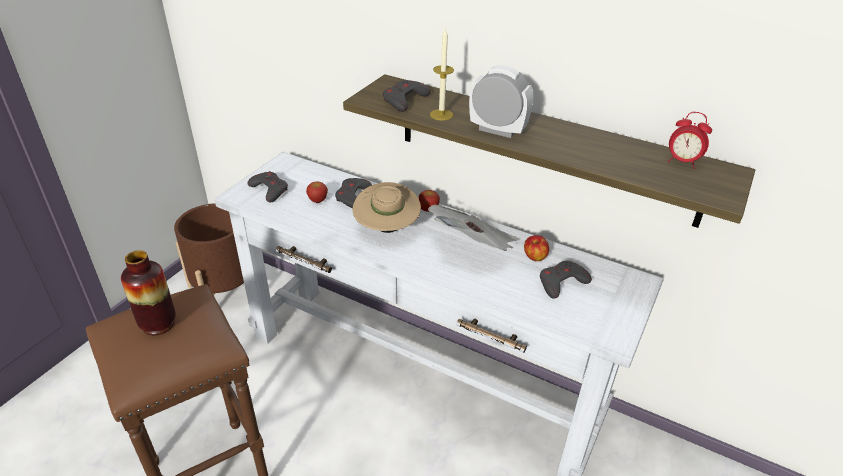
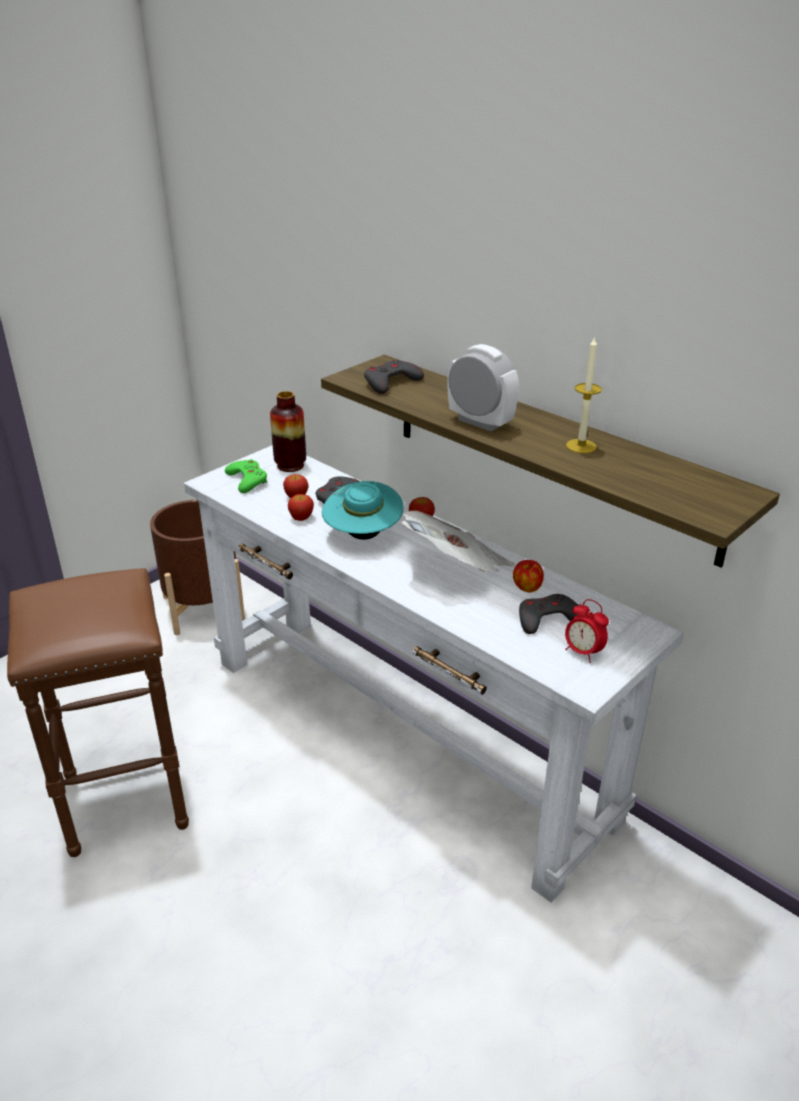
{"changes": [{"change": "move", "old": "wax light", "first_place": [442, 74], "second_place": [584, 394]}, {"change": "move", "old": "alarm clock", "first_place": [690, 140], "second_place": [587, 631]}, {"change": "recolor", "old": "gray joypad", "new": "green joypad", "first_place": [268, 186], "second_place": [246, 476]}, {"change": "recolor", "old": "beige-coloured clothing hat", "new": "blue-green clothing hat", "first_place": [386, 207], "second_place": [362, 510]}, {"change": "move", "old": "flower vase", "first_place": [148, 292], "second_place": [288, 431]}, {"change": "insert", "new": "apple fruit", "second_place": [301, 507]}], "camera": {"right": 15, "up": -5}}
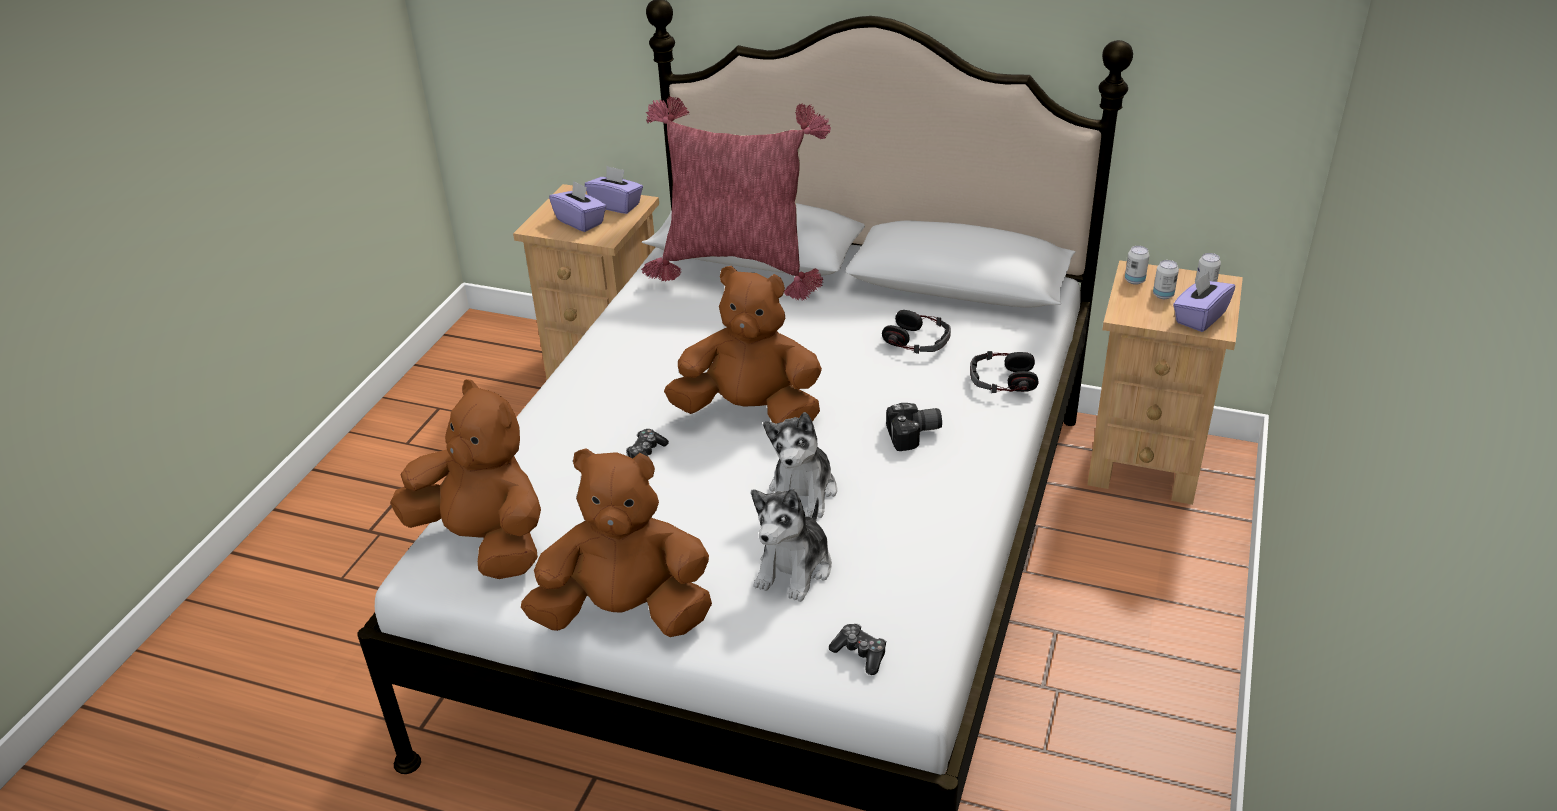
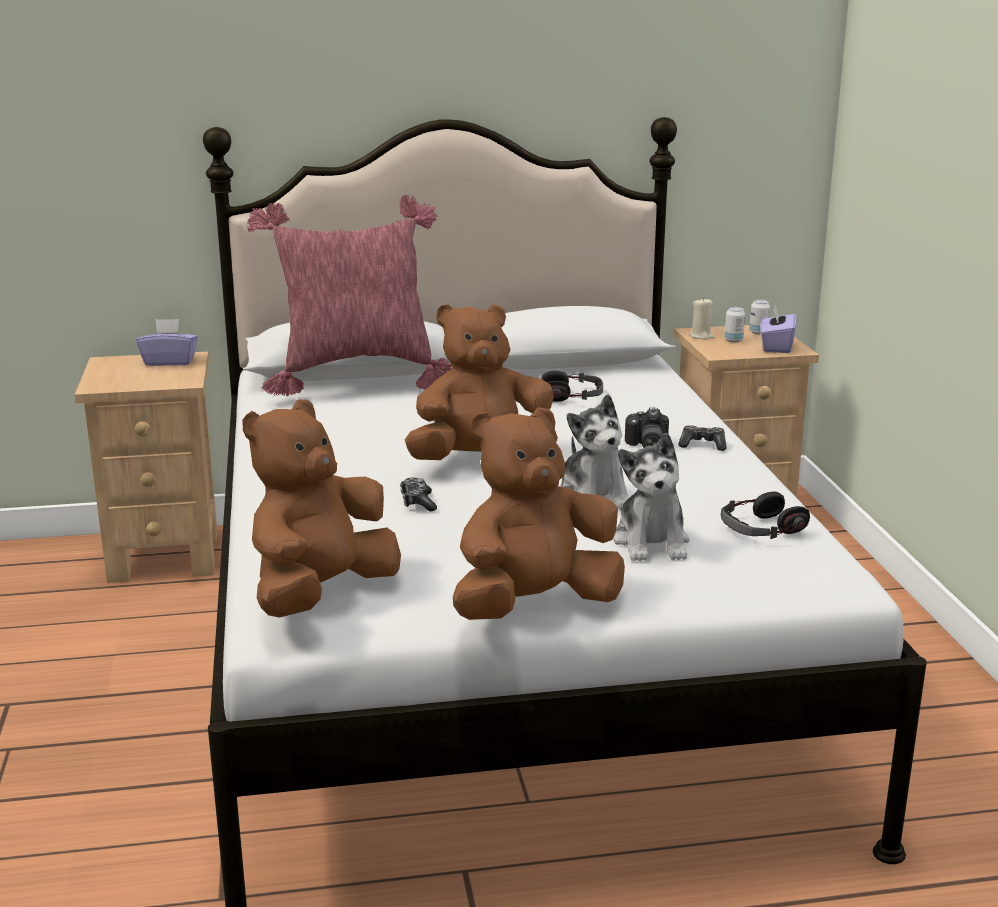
{"changes": [{"change": "delete", "old": "purple tissue box", "first_place": [578, 206]}, {"change": "replace", "old": "can", "new": "beige-coloured wax light", "first_place": [1137, 265], "second_place": [702, 318]}, {"change": "move", "old": "headset", "first_place": [1004, 372], "second_place": [765, 515]}, {"change": "rotate", "old": "brown plush toy", "first_place": [465, 479], "second_place": [321, 509], "degrees": -60}, {"change": "rotate", "old": "still camera", "first_place": [914, 427], "second_place": [647, 427], "degrees": 135}, {"change": "move", "old": "joypad", "first_place": [857, 649], "second_place": [702, 438]}], "camera": {"right": -30, "up": -15}}
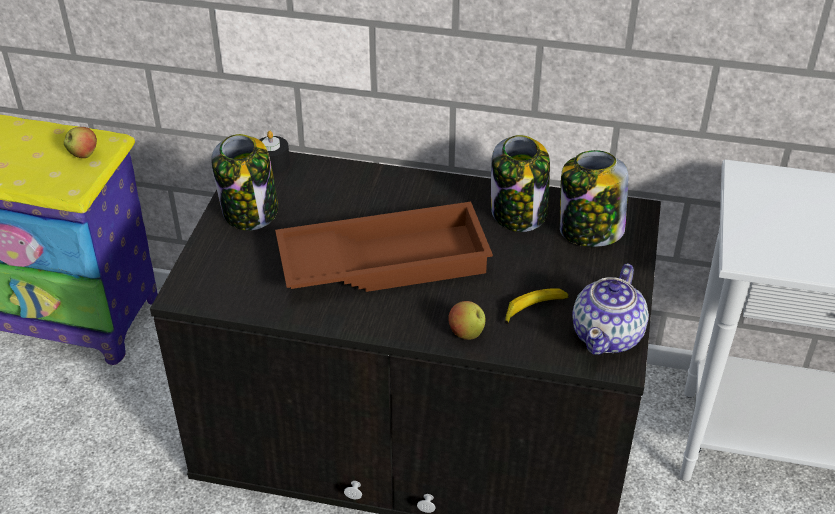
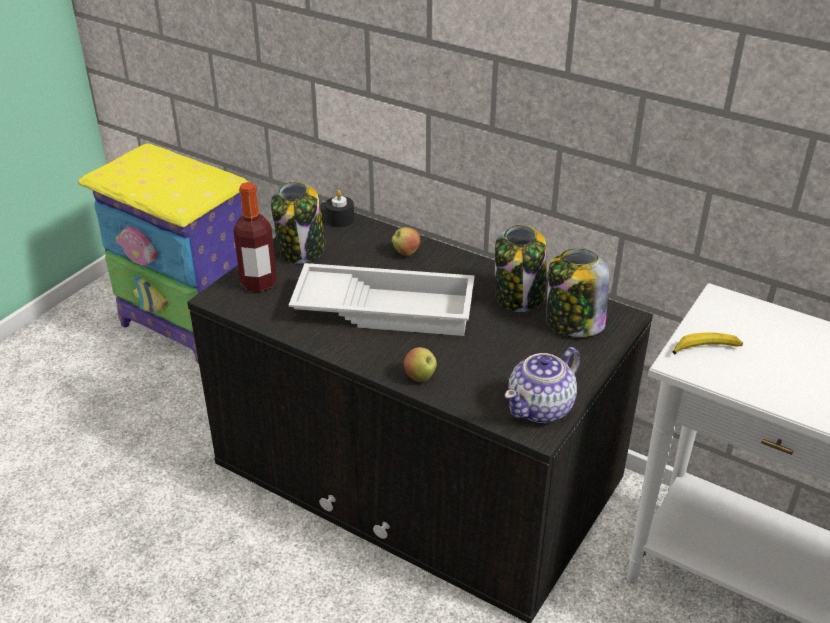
{"changes": [{"change": "move", "old": "apple fruit", "first_place": [80, 142], "second_place": [406, 241]}, {"change": "recolor", "old": "brown carrying tray", "new": "white-coloured carrying tray", "first_place": [384, 247], "second_place": [382, 299]}, {"change": "move", "old": "whole banana", "first_place": [537, 306], "second_place": [708, 343]}, {"change": "insert", "new": "bottle", "second_place": [255, 237]}], "camera": {"right": 20, "up": -5}}
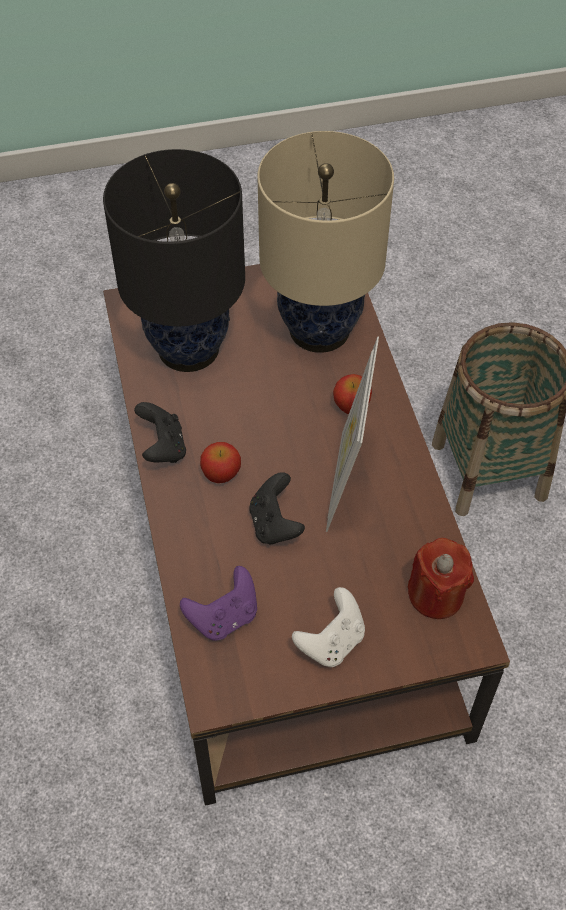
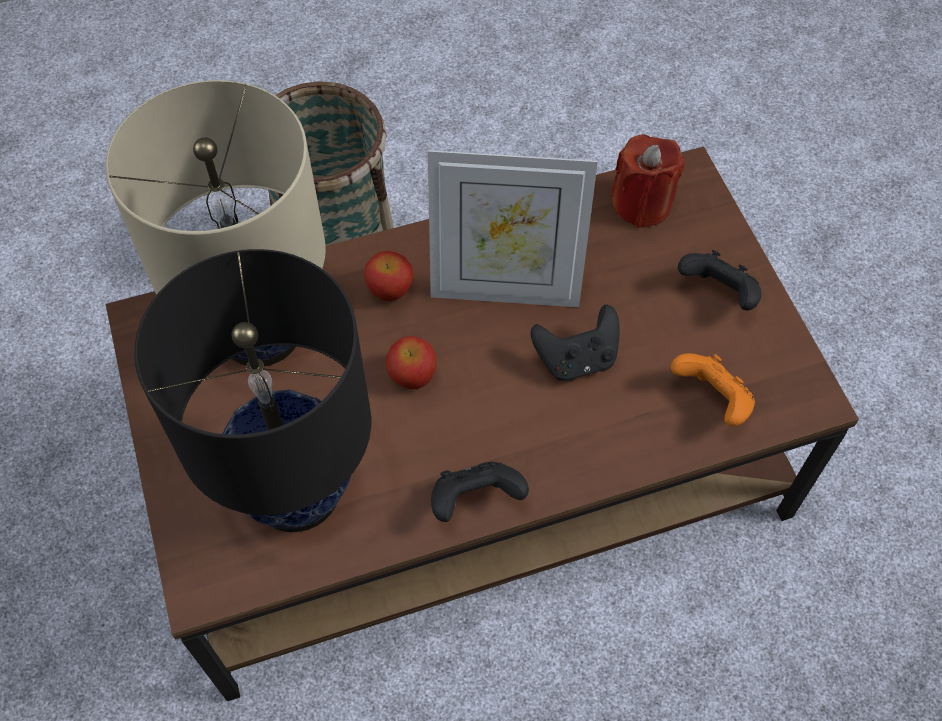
{"changes": [{"change": "move", "old": "apple fruit", "first_place": [220, 462], "second_place": [411, 362]}, {"change": "recolor", "old": "purple joypad", "new": "orangey joypad", "first_place": [218, 603], "second_place": [713, 389]}, {"change": "recolor", "old": "white-coloured joypad", "new": "blackish joypad", "first_place": [328, 627], "second_place": [720, 280]}], "camera": {"right": -95, "up": 5}}
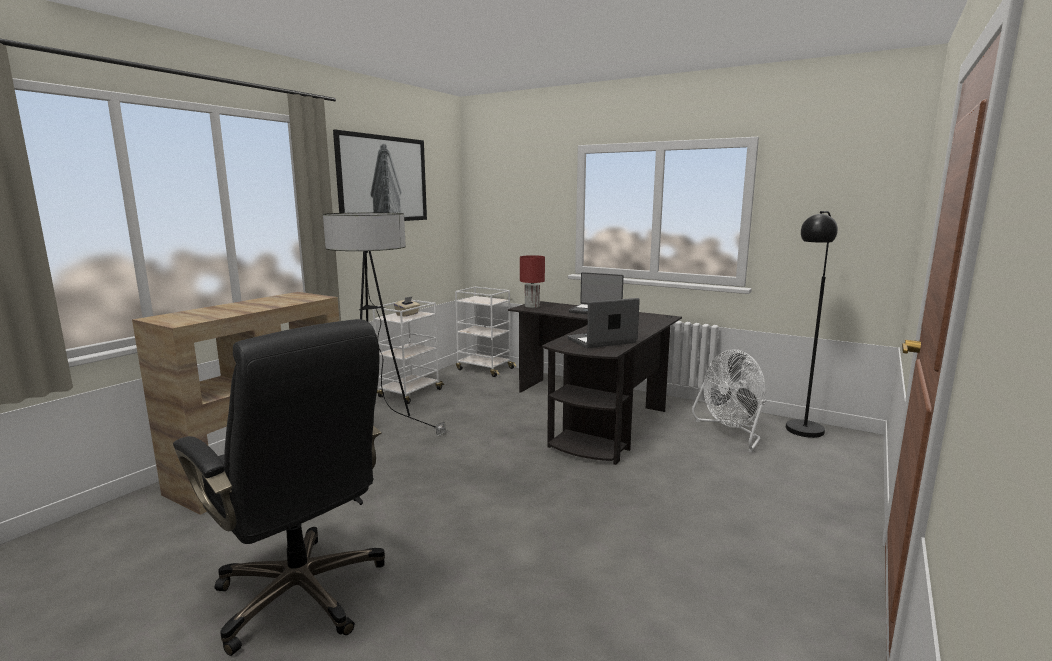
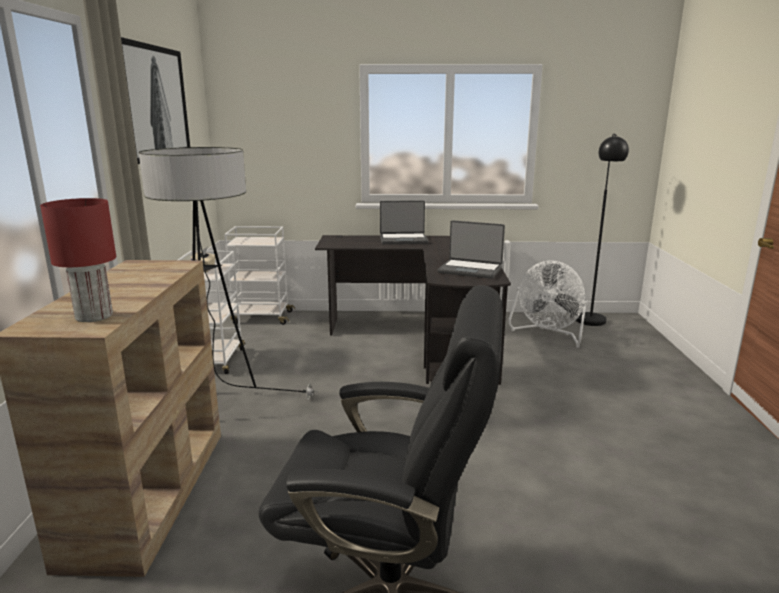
{"changes": [{"change": "move", "old": "red lamp for a table", "first_place": [532, 281], "second_place": [78, 260]}, {"change": "rotate", "old": "notebook computer", "first_place": [603, 323], "second_place": [471, 249], "degrees": -105}], "camera": {"right": -30, "up": 5}}
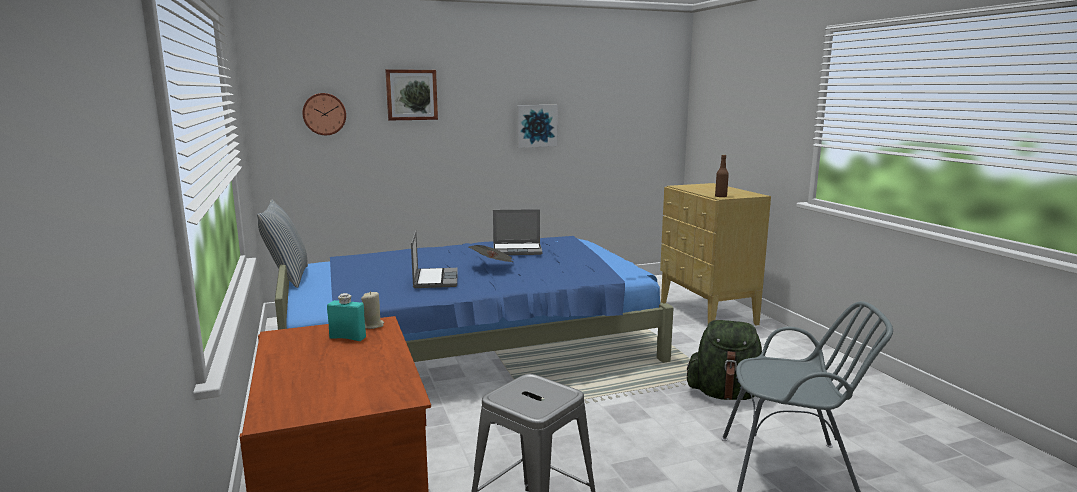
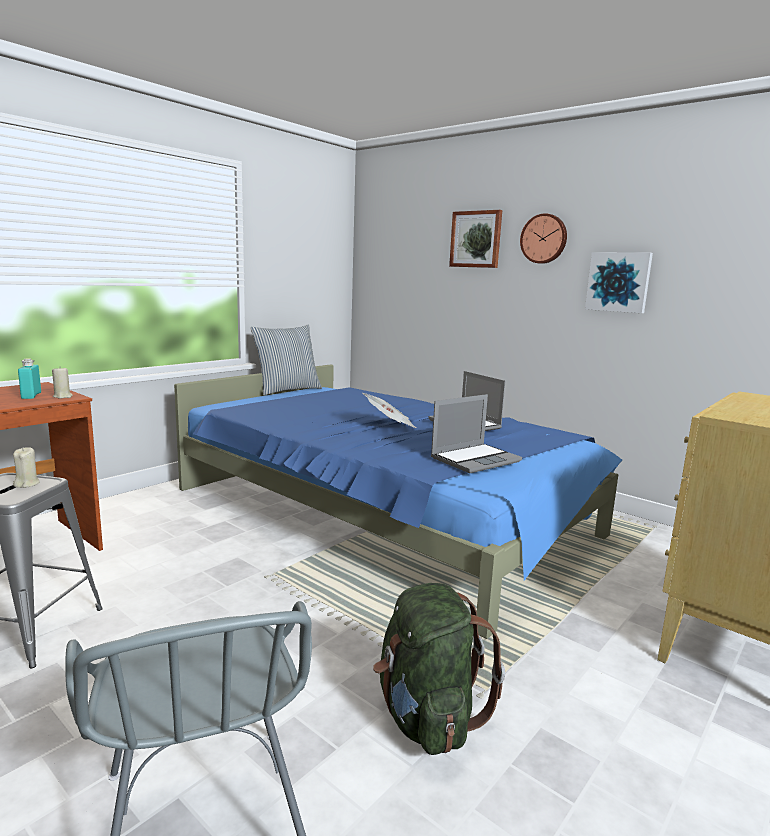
{"changes": [{"change": "move", "old": "clock on the wall", "first_place": [324, 114], "second_place": [543, 238]}, {"change": "delete", "old": "brown bottle", "first_place": [722, 176]}, {"change": "move", "old": "notebook computer", "first_place": [434, 259], "second_place": [476, 433]}, {"change": "insert", "new": "beige-coloured wax light", "second_place": [26, 467]}], "camera": {"right": 60, "up": 0}}
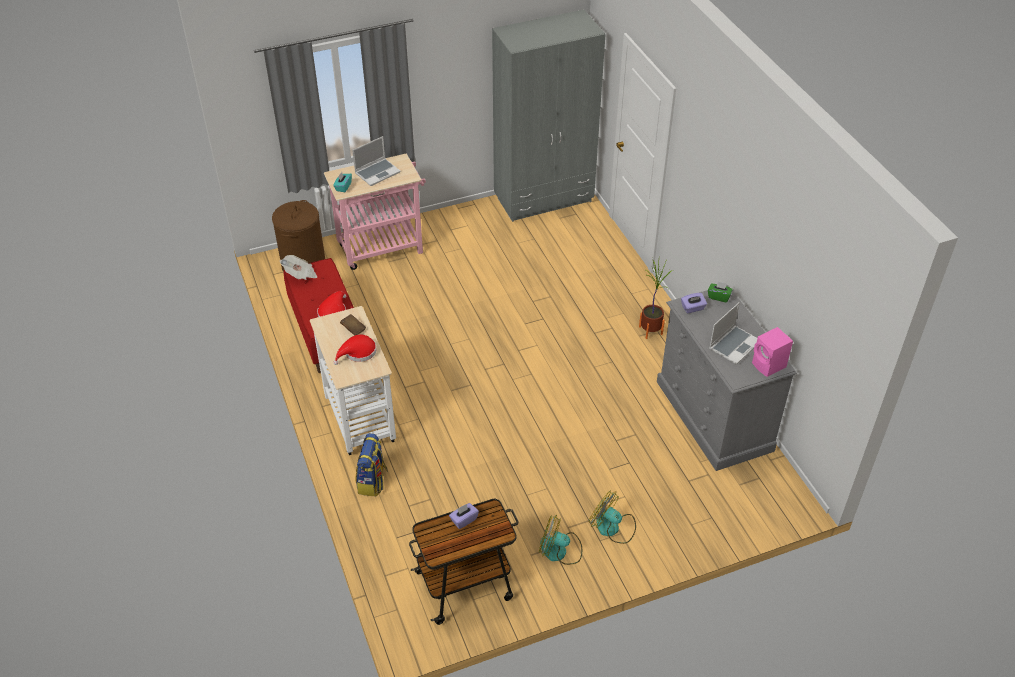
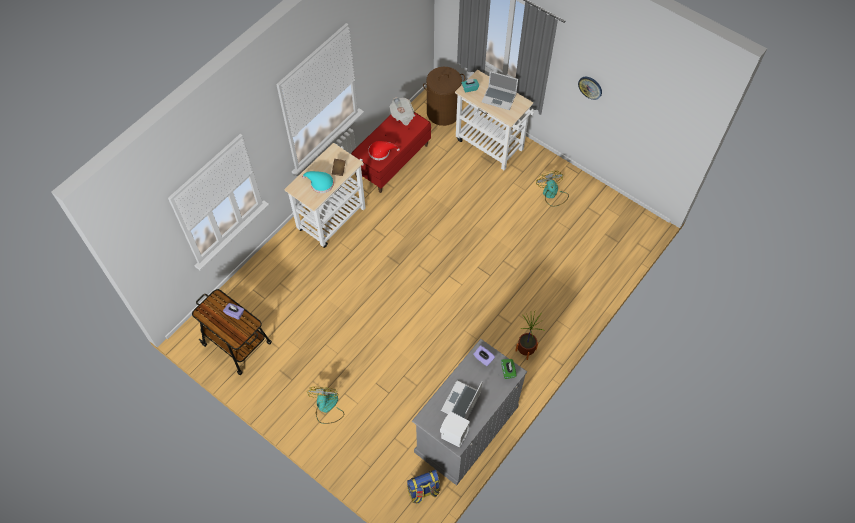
{"changes": [{"change": "delete", "old": "gray wardrobe", "first_place": [549, 115]}, {"change": "recolor", "old": "pink wheeled cart", "new": "white-coloured wheeled cart", "first_place": [375, 212], "second_place": [494, 120]}, {"change": "rotate", "old": "notebook computer", "first_place": [733, 333], "second_place": [461, 399], "degrees": 105}, {"change": "recolor", "old": "pink speaker", "new": "white-coloured speaker", "first_place": [772, 352], "second_place": [455, 430]}, {"change": "recolor", "old": "red clothing hat", "new": "blue-green clothing hat", "first_place": [355, 349], "second_place": [318, 182]}, {"change": "move", "old": "rucksack", "first_place": [371, 465], "second_place": [423, 487]}, {"change": "move", "old": "fan", "first_place": [560, 540], "second_place": [552, 189]}, {"change": "insert", "new": "clock on the wall", "second_place": [590, 88]}], "camera": {"right": 60, "up": 15}}
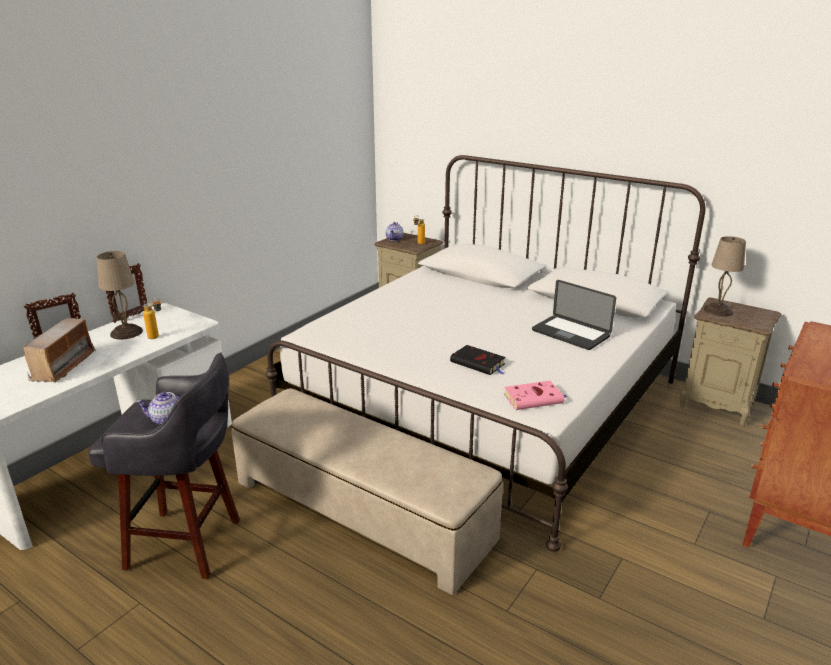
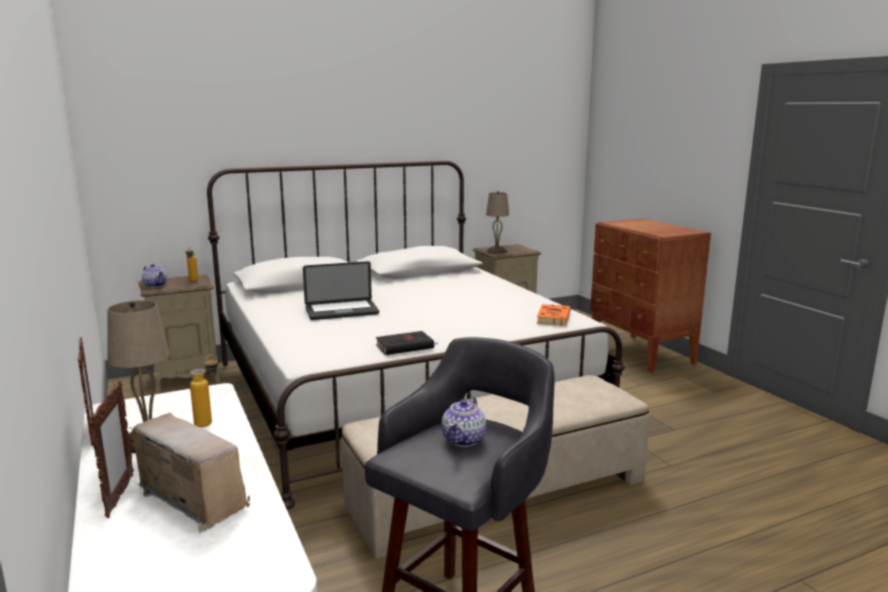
{"changes": [{"change": "move", "old": "notebook computer", "first_place": [574, 315], "second_place": [341, 290]}, {"change": "move", "old": "blackish bound book", "first_place": [477, 360], "second_place": [406, 343]}, {"change": "recolor", "old": "pink bound book", "new": "orangey bound book", "first_place": [535, 395], "second_place": [554, 315]}], "camera": {"right": -60, "up": -10}}
